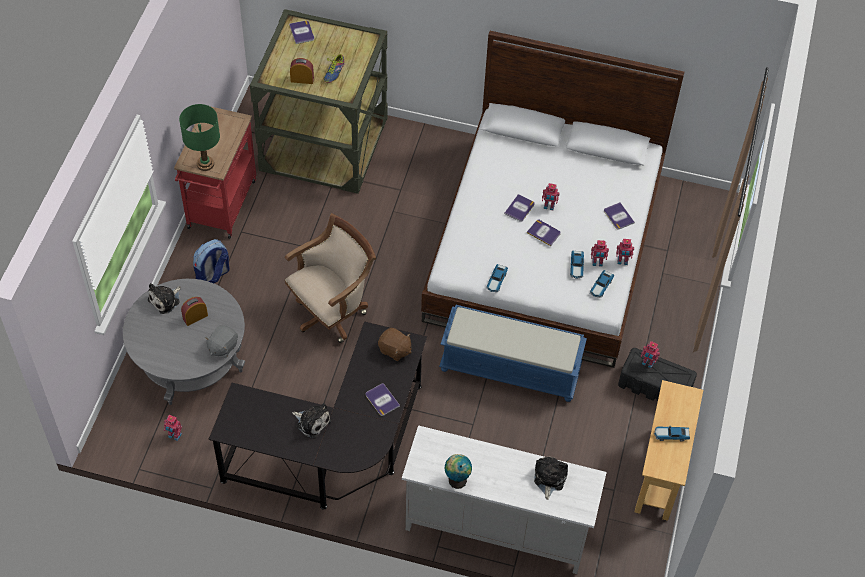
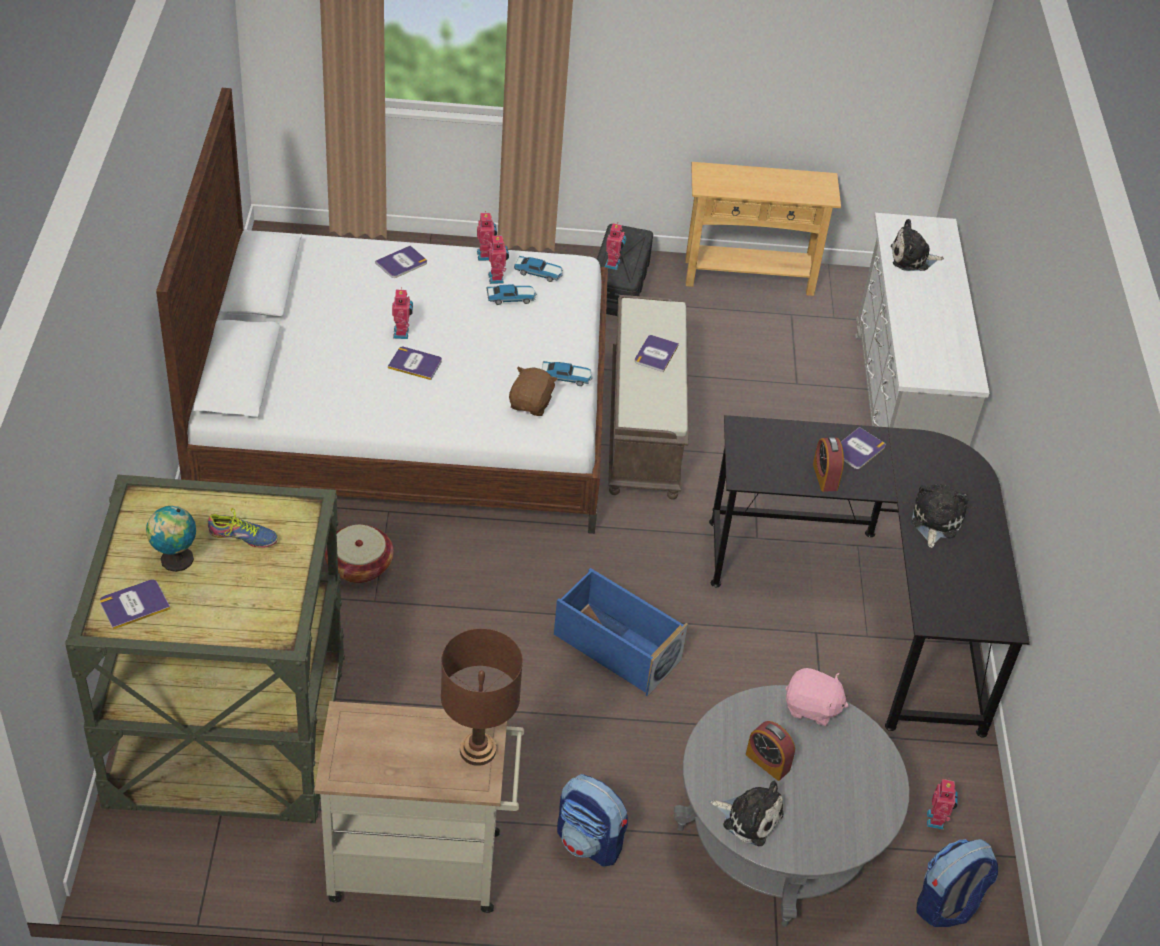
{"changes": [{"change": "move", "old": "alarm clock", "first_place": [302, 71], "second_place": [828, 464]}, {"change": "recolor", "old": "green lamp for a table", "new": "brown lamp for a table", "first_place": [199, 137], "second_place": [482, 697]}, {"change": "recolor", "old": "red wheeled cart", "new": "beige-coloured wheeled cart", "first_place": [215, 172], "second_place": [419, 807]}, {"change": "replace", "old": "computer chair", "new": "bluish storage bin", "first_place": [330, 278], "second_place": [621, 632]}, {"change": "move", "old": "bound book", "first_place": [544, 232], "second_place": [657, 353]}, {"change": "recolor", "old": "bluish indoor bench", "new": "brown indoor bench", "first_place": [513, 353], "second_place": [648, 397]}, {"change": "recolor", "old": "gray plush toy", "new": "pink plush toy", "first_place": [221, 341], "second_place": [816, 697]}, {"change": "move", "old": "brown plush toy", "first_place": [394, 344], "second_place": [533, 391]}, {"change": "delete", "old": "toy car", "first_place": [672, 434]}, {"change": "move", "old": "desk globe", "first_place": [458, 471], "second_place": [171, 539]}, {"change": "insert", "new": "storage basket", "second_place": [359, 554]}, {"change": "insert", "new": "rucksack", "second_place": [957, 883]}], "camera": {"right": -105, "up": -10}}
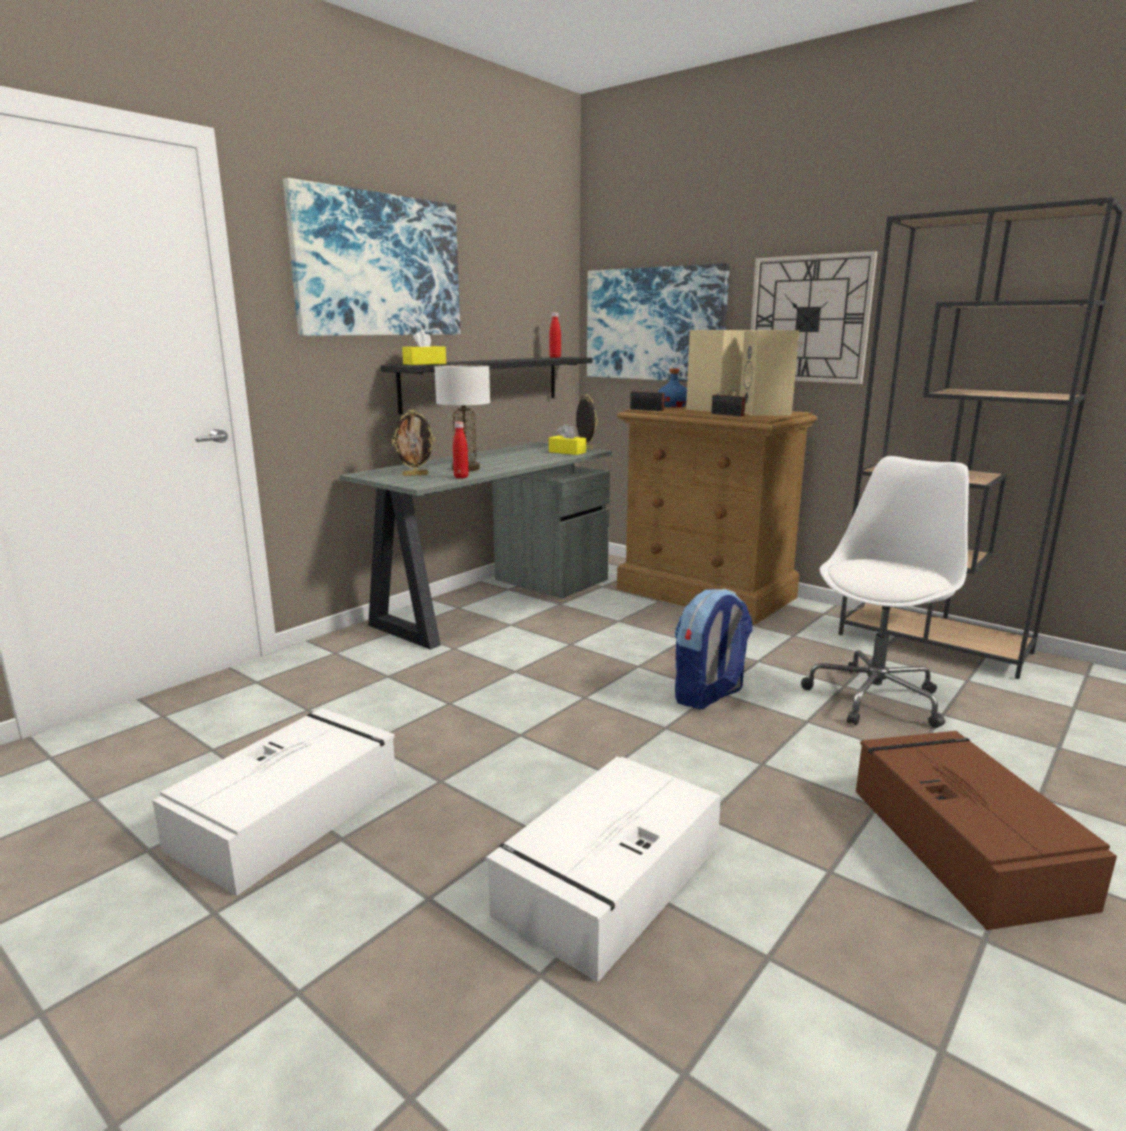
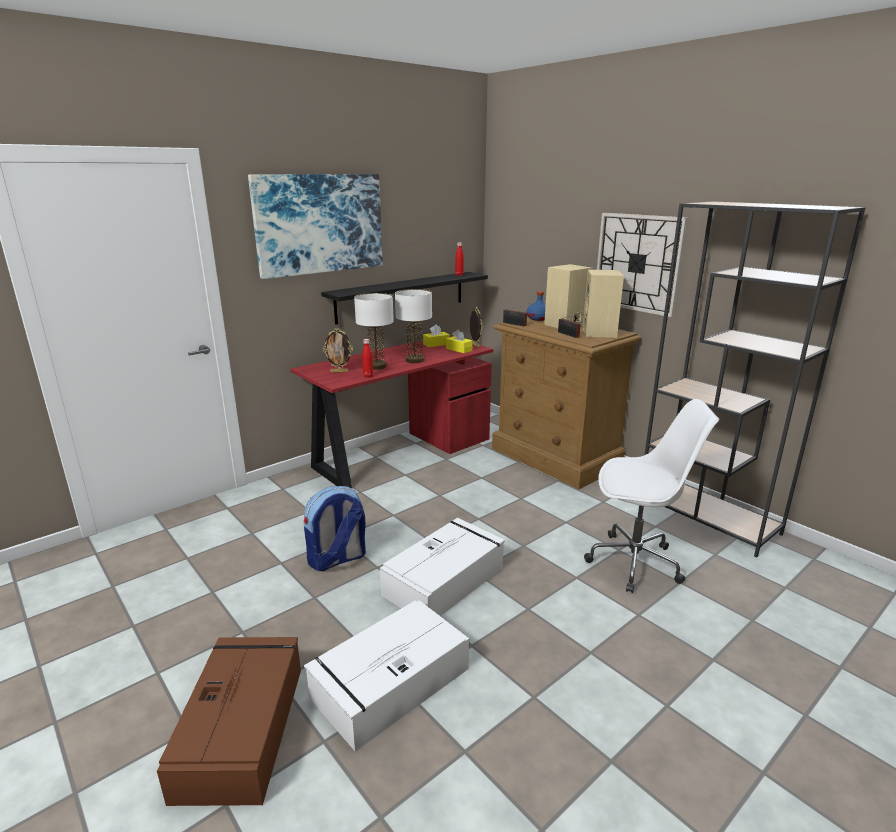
{"changes": [{"change": "delete", "old": "wall art", "first_place": [658, 322]}, {"change": "move", "old": "yellowish tissue box", "first_place": [424, 347], "second_place": [436, 335]}, {"change": "recolor", "old": "gray desk unit", "new": "red desk unit", "first_place": [476, 546], "second_place": [391, 412]}, {"change": "rotate", "old": "white-coloured computer chair", "first_place": [885, 592], "second_place": [652, 496], "degrees": 45}, {"change": "move", "old": "rucksack", "first_place": [713, 649], "second_place": [335, 528]}, {"change": "move", "old": "white-coloured storage bin", "first_place": [274, 802], "second_place": [442, 567]}, {"change": "move", "old": "brown storage bin", "first_place": [986, 830], "second_place": [229, 721]}, {"change": "insert", "new": "lamp for a table", "second_place": [413, 326]}], "camera": {"right": 10, "up": 5}}
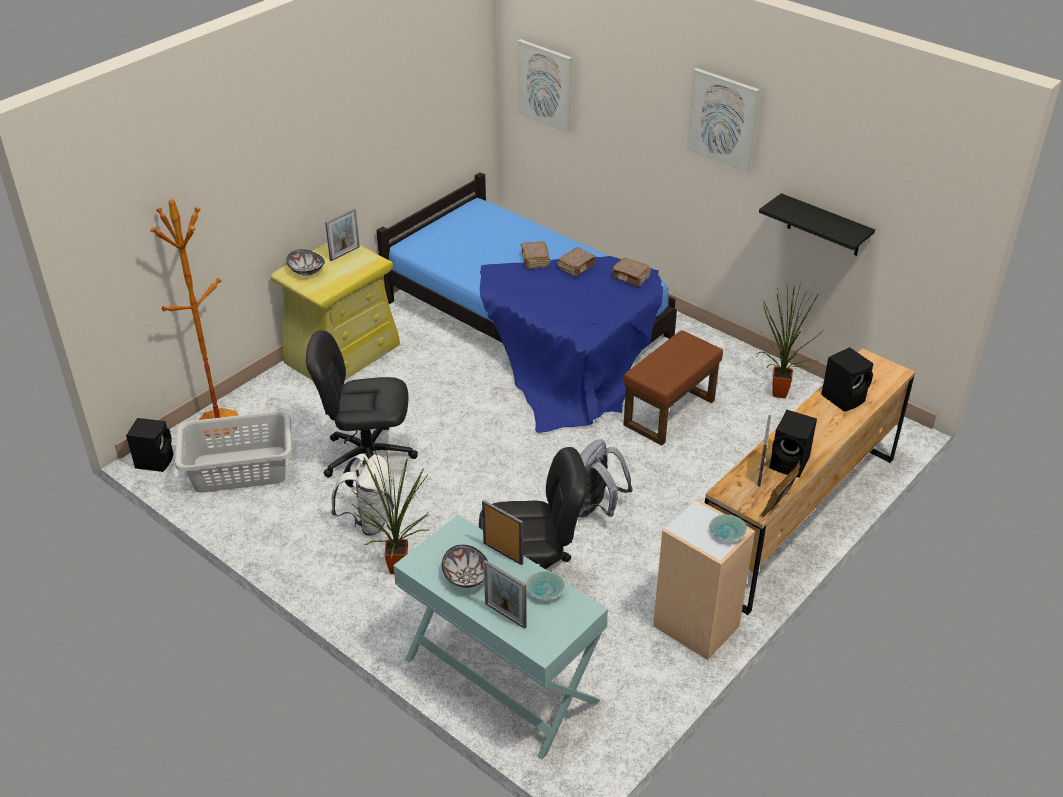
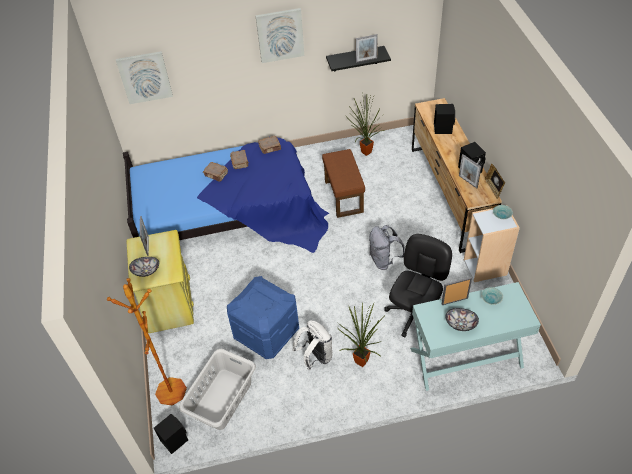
{"changes": [{"change": "replace", "old": "blackish computer chair", "new": "bluish storage bin", "first_place": [362, 404], "second_place": [263, 317]}, {"change": "move", "old": "photo frame", "first_place": [505, 594], "second_place": [366, 48]}], "camera": {"right": -50, "up": 10}}
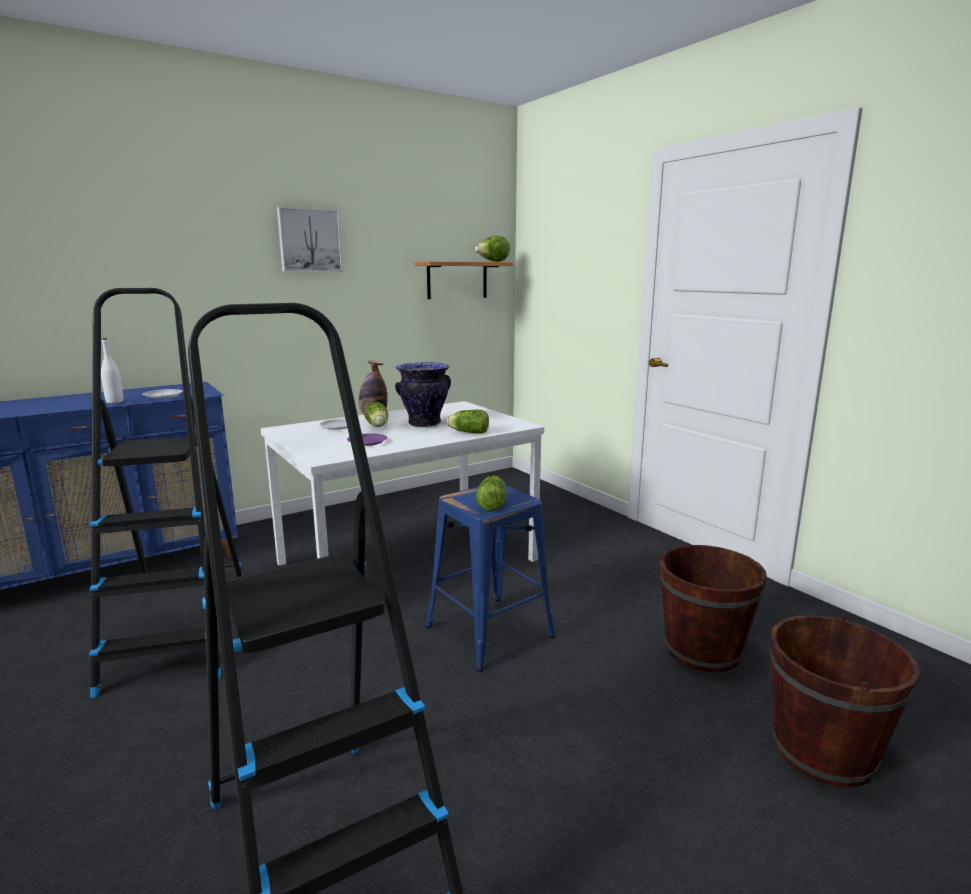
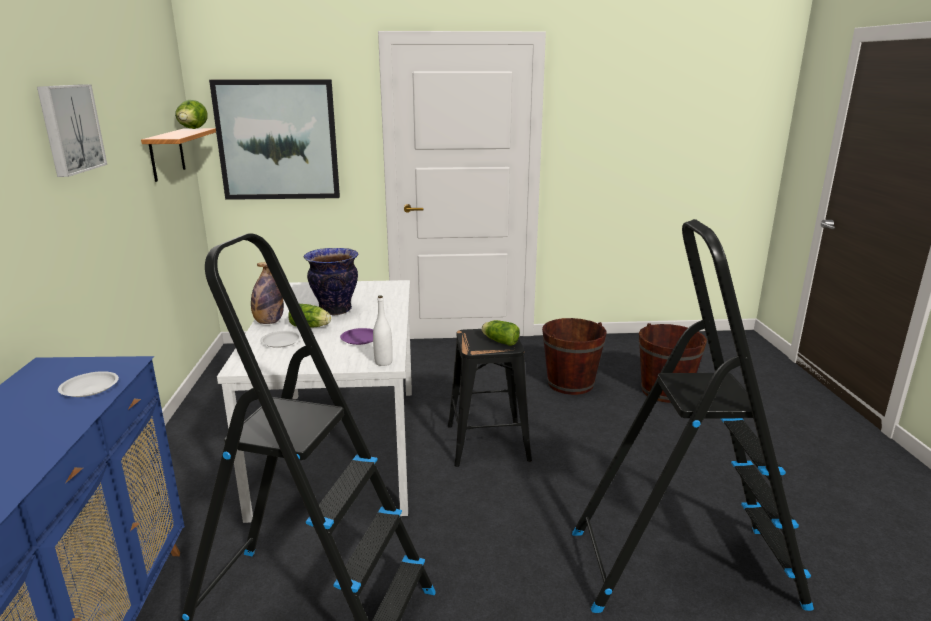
{"changes": [{"change": "move", "old": "white-coloured bottle", "first_place": [112, 370], "second_place": [383, 330]}, {"change": "delete", "old": "head of lettuce", "first_place": [468, 422]}, {"change": "recolor", "old": "bluish stool seat", "new": "blackish stool seat", "first_place": [490, 578], "second_place": [490, 398]}, {"change": "insert", "new": "wall art", "second_place": [274, 139]}], "camera": {"right": -60, "up": 5}}
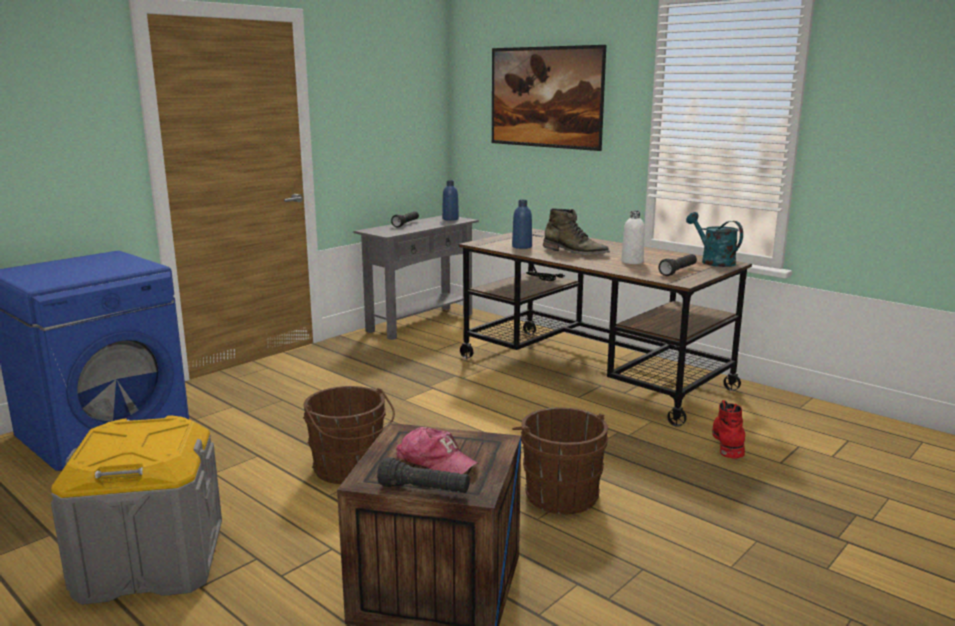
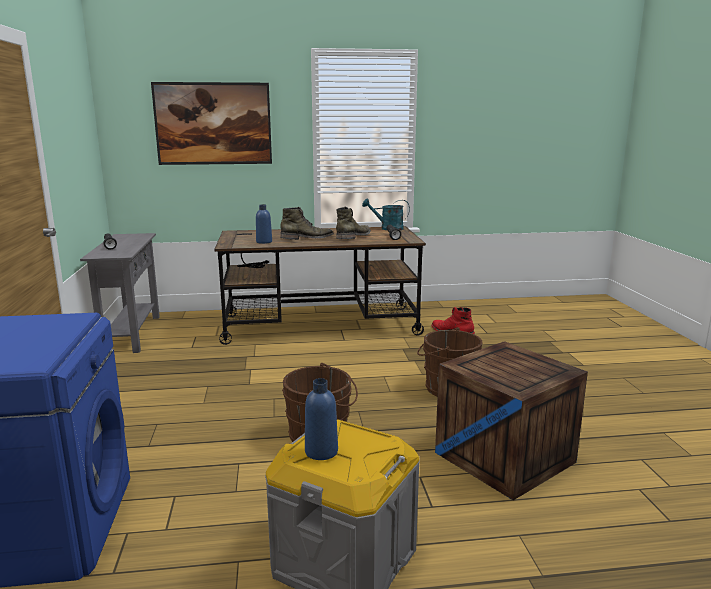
{"changes": [{"change": "move", "old": "bluish bottle", "first_place": [450, 200], "second_place": [321, 419]}, {"change": "replace", "old": "white-coloured bottle", "new": "green high-top boot", "first_place": [633, 237], "second_place": [353, 222]}, {"change": "delete", "old": "baseball cap", "first_place": [437, 450]}, {"change": "delete", "old": "blackish flashlight", "first_place": [423, 475]}], "camera": {"right": -50, "up": 0}}
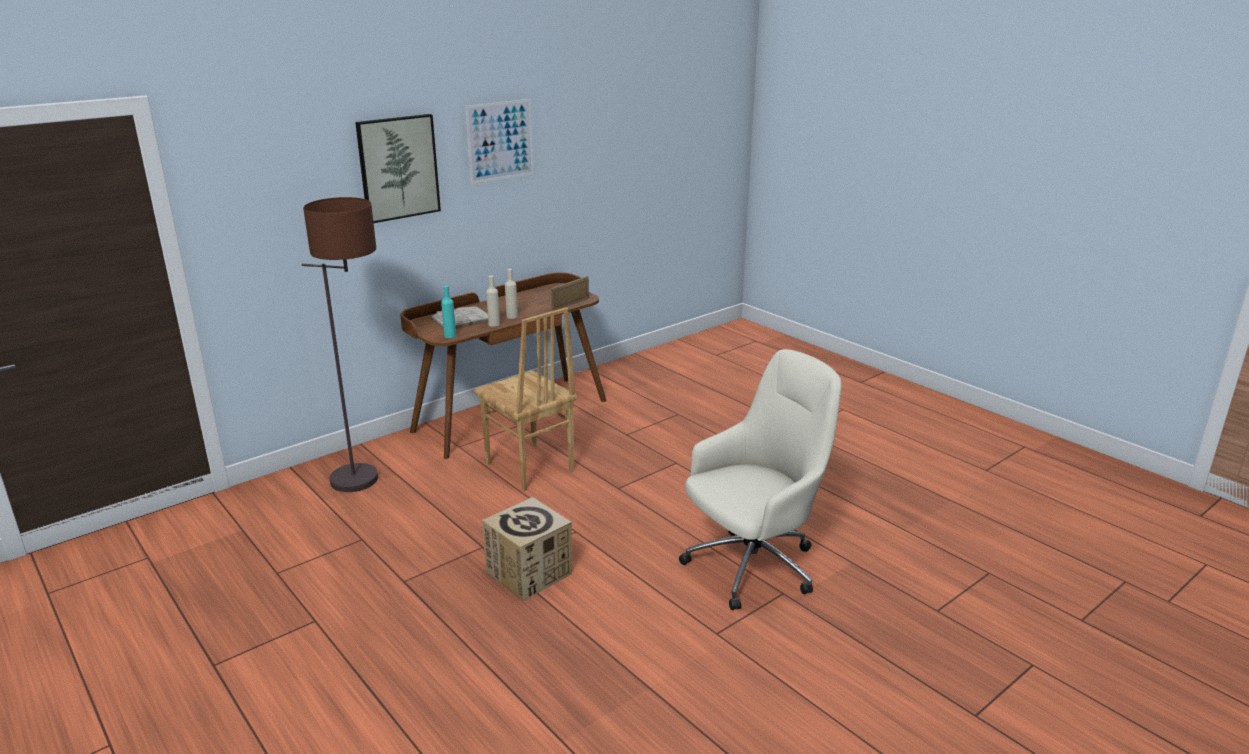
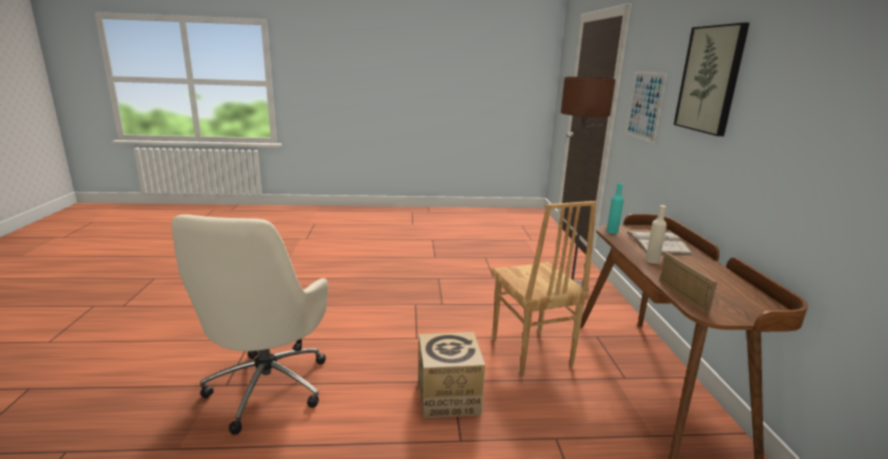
{"changes": [{"change": "move", "old": "wall art", "first_place": [499, 141], "second_place": [646, 107]}, {"change": "delete", "old": "beige-coloured bottle", "first_place": [493, 301]}, {"change": "rotate", "old": "brown plain chair", "first_place": [525, 399], "second_place": [543, 288], "degrees": -105}, {"change": "move", "old": "carton", "first_place": [527, 549], "second_place": [451, 375]}], "camera": {"right": 125, "up": -5}}
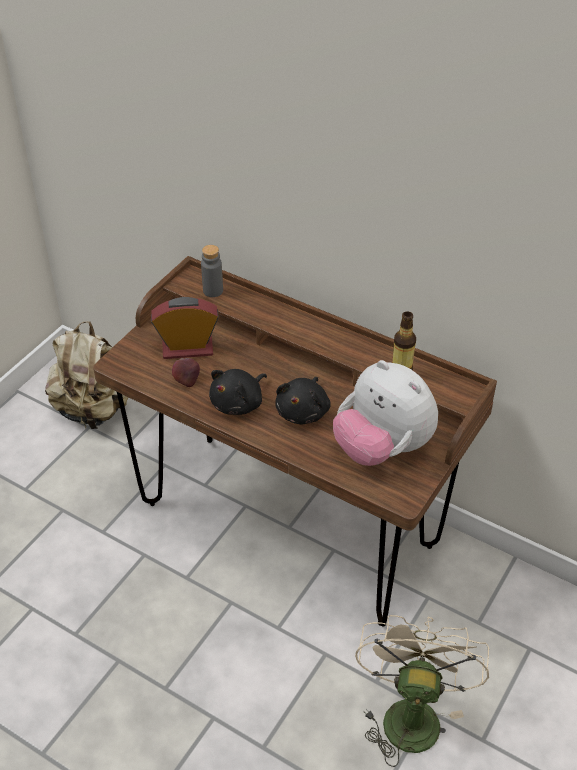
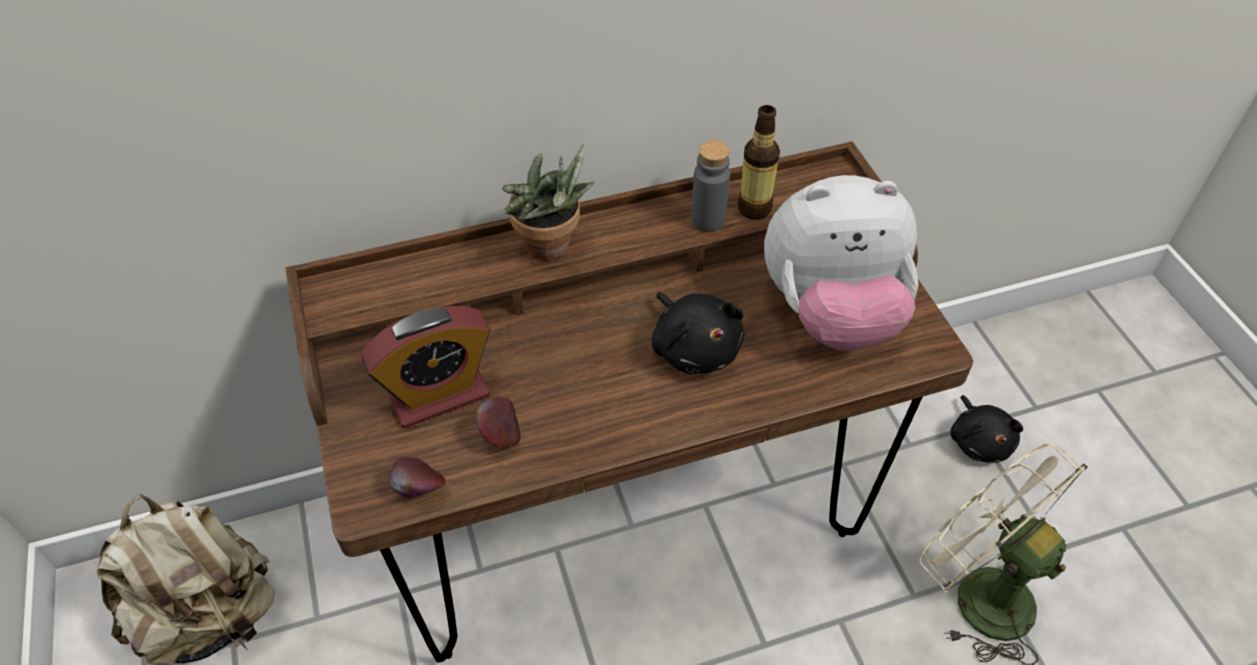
{"changes": [{"change": "move", "old": "gray bottle", "first_place": [212, 271], "second_place": [710, 186]}, {"change": "rotate", "old": "alarm clock", "first_place": [185, 328], "second_place": [425, 367], "degrees": -150}, {"change": "move", "old": "blackish plush toy", "first_place": [238, 392], "second_place": [986, 429]}, {"change": "insert", "new": "potted plant", "second_place": [548, 202]}, {"change": "insert", "new": "apple fruit", "second_place": [417, 477]}], "camera": {"right": -50, "up": 5}}
